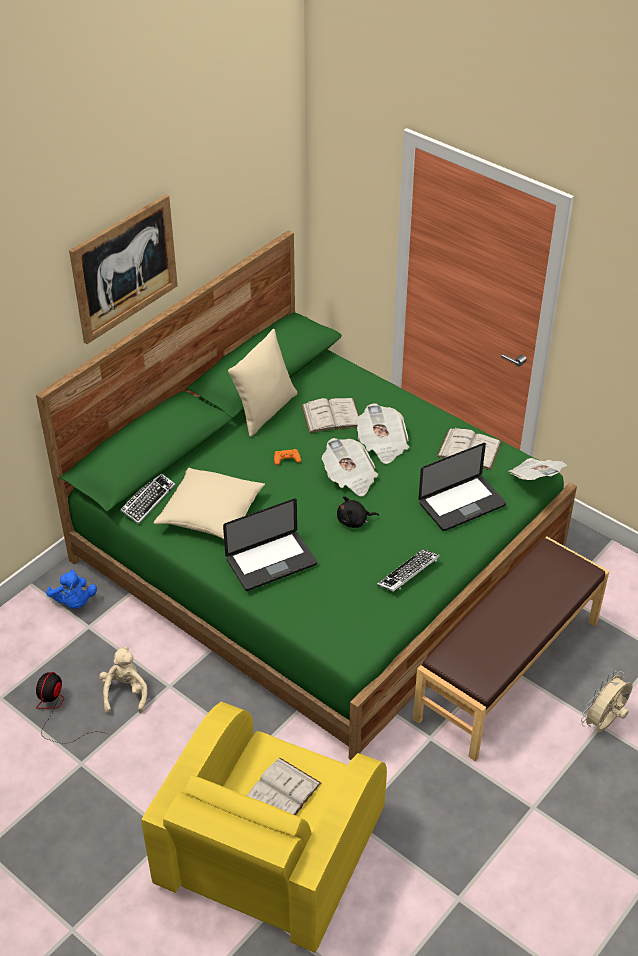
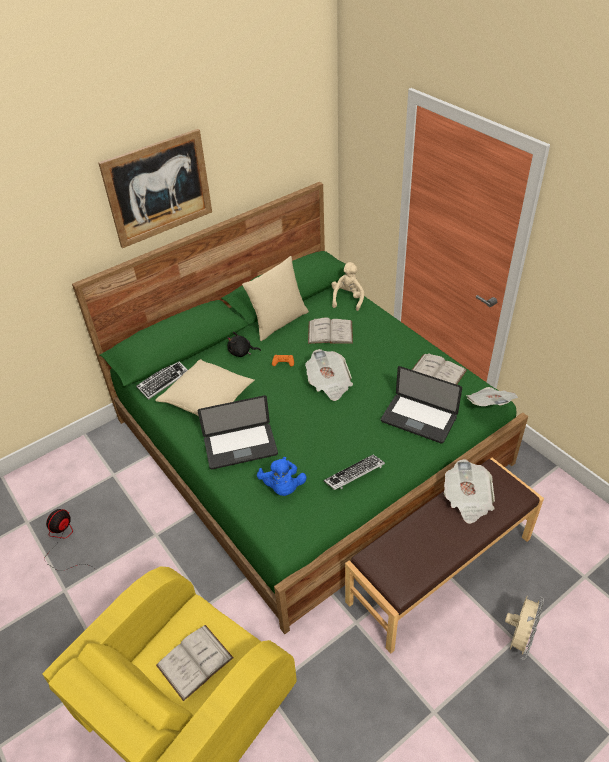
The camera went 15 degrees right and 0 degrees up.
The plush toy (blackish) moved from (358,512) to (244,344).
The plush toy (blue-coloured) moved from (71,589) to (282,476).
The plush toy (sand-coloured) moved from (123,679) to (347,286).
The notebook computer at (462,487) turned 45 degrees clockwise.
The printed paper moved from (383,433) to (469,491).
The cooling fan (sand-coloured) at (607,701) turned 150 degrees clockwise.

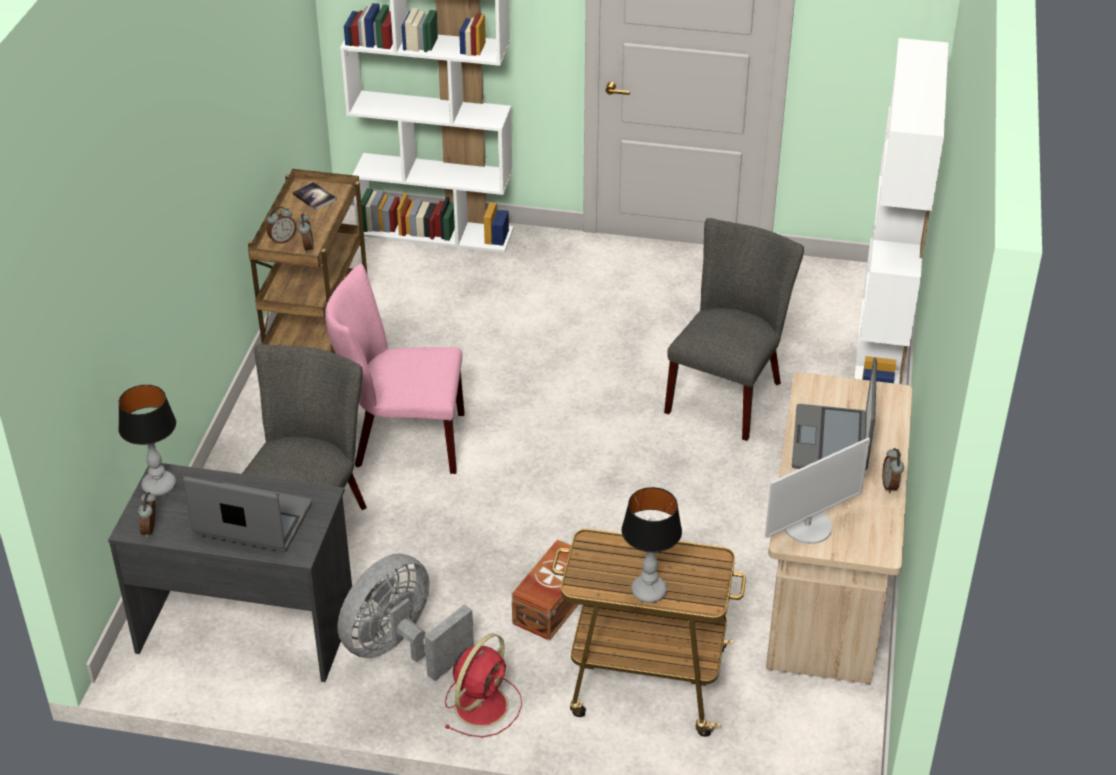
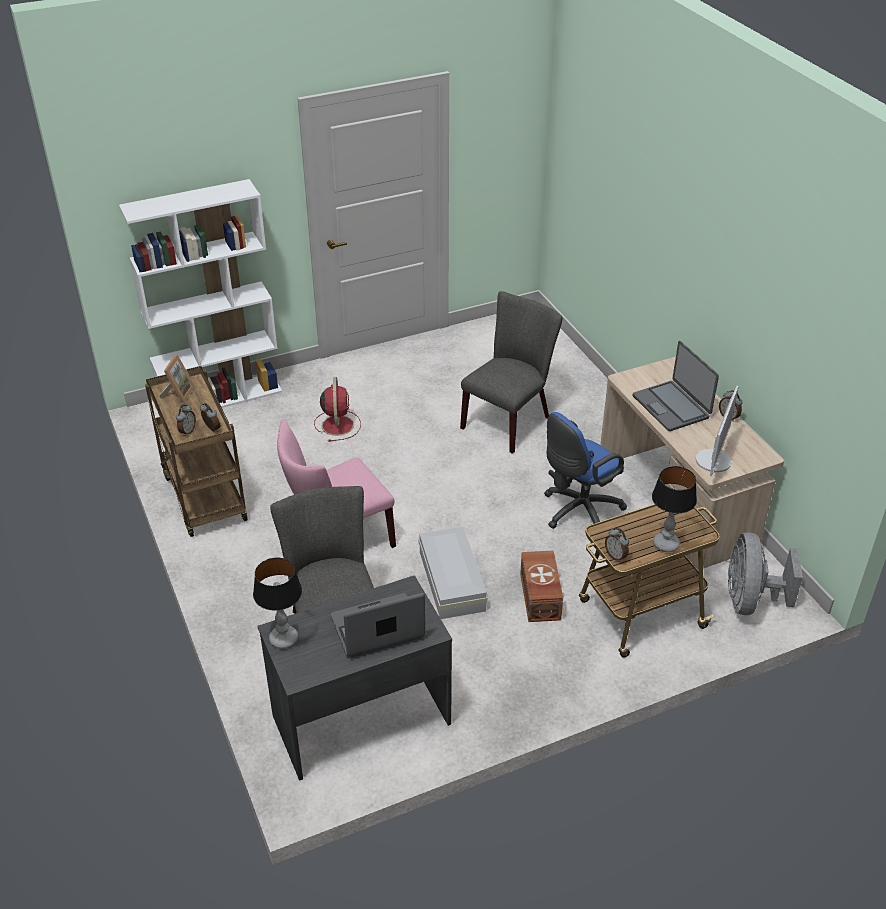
The camera went 35 degrees left and 0 degrees up.
The bound book at (314,196) was replaced by the picture frame at (177,378).
The cooling fan (red) moved from (483,685) to (337,409).
The storage bin (white) at (453,573) appeared.
The plain chair (gray) at (734,329) turned 45 degrees clockwise.
The desk chair (blue-coloured) at (585,470) appeared.
The table clock moved from (147,515) to (617,545).
The cooling fan (gray) moved from (406,617) to (765,573).
The bookshelf (white) at (901,211) disappeared.

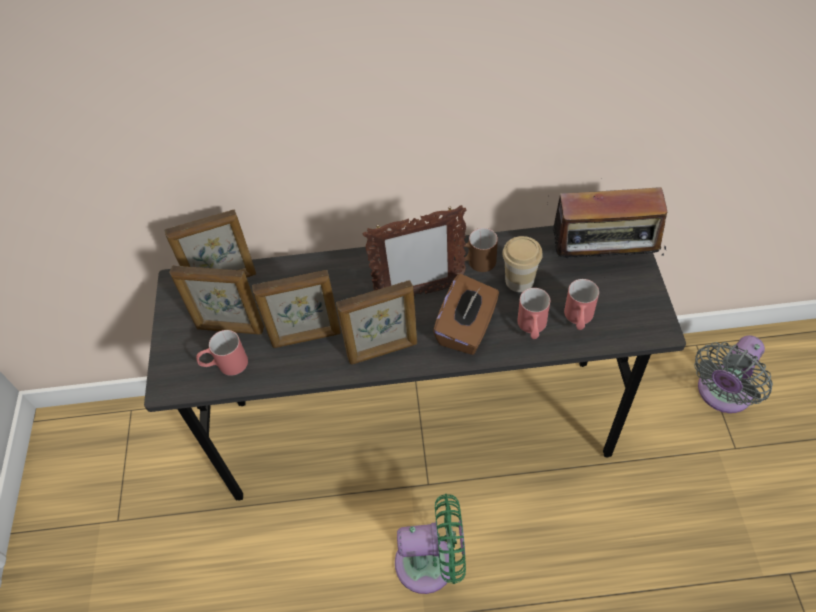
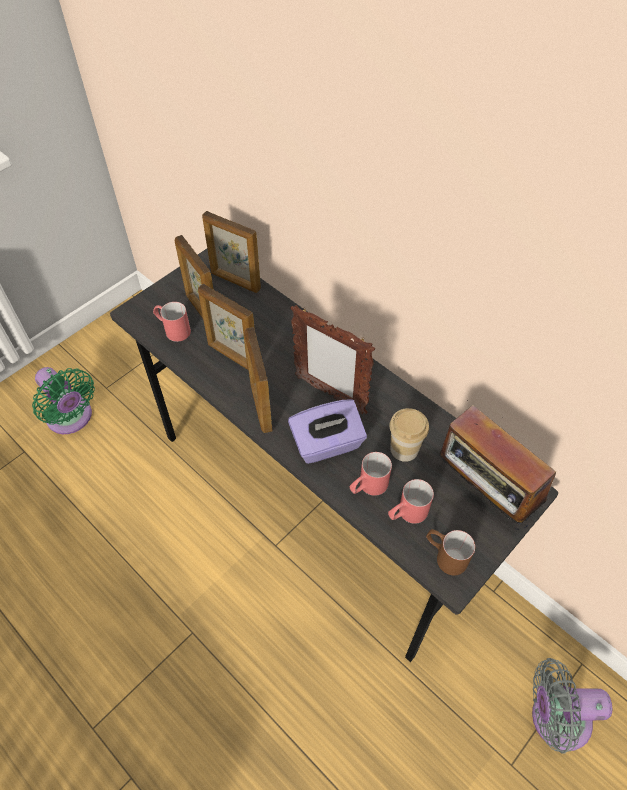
The camera went 45 degrees right and 0 degrees up.
The cooling fan (green-coloured) moved from (430,544) to (63,400).
The picture frame at (376,322) turned 45 degrees clockwise.
The tissue holder (brown) at (466,314) became the tissue holder (purple-coloured) at (327,431).
The coffee mug (brown) moved from (476,250) to (450,552).

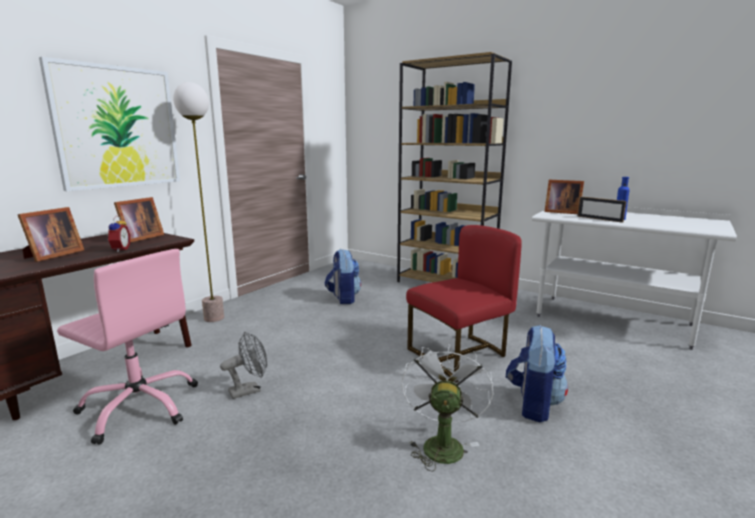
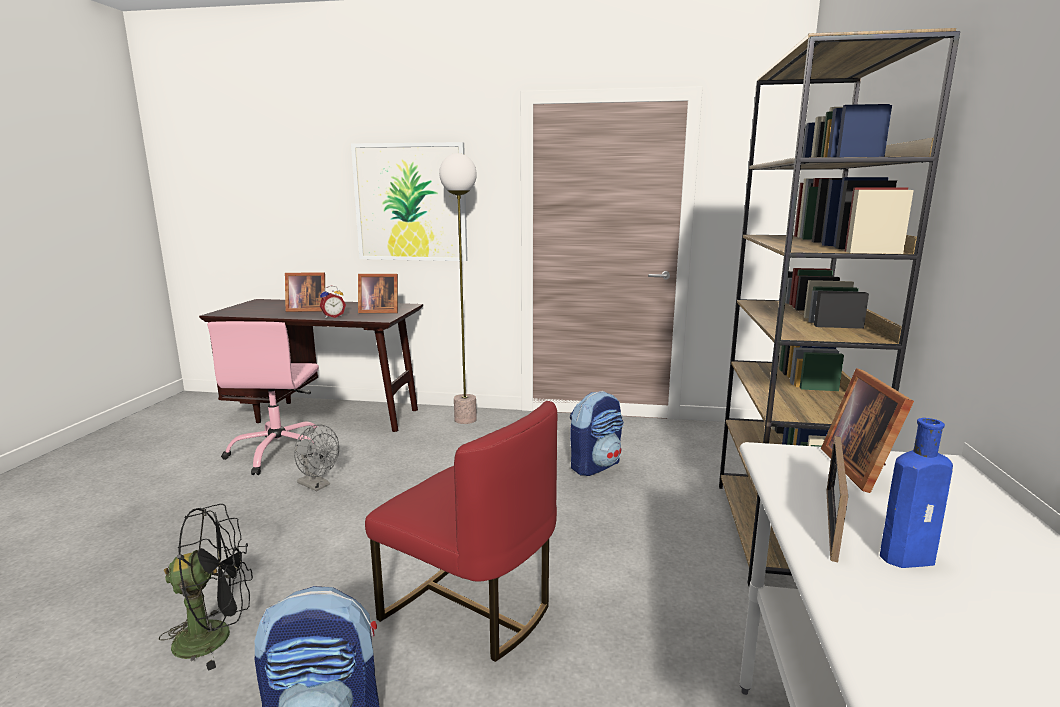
The camera went 65 degrees right and 0 degrees up.
The cooling fan (white) at (448,407) became the cooling fan (blackish) at (206,587).

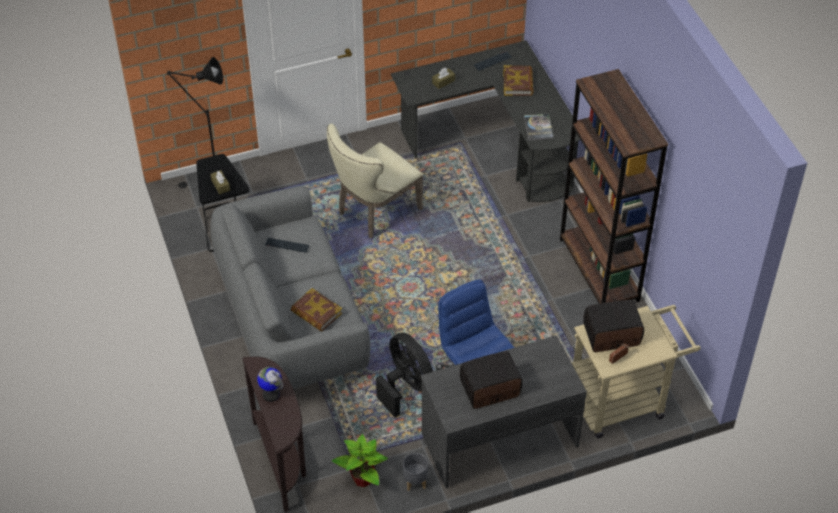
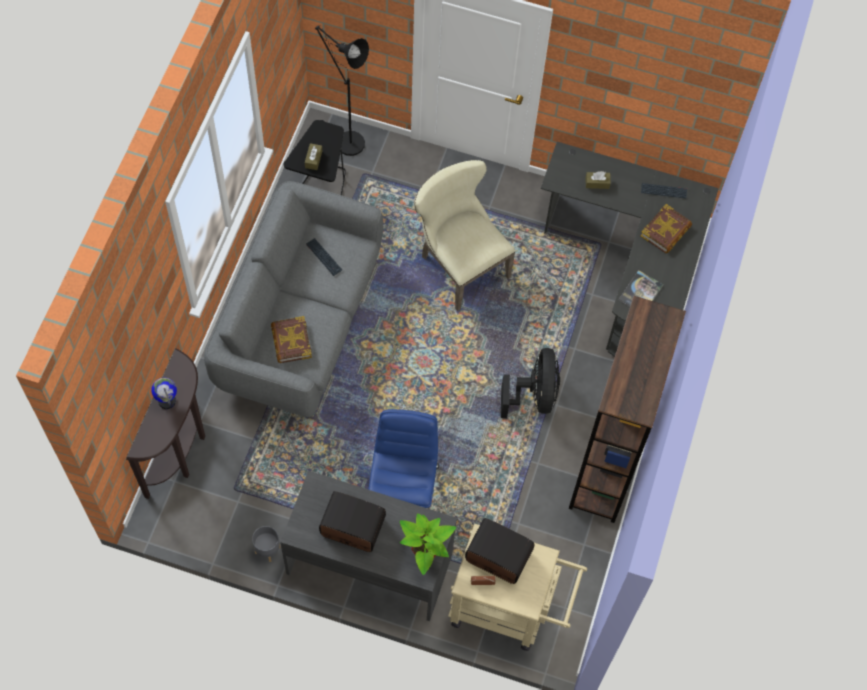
The camera went 35 degrees right and 15 degrees up.
The plant in a pot moved from (360,460) to (428,544).
The plain chair (sand-coloured) at (375,181) turned 60 degrees clockwise.
The cooling fan (blackish) moved from (404,375) to (530,383).

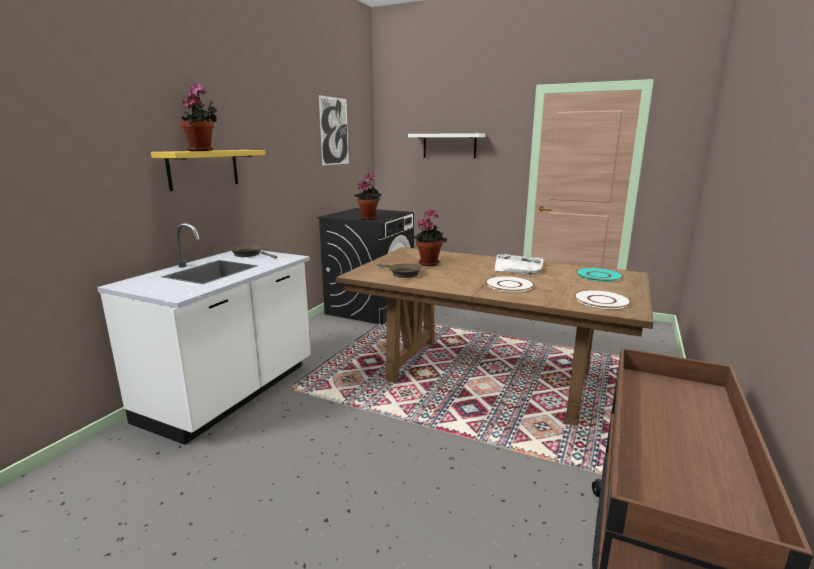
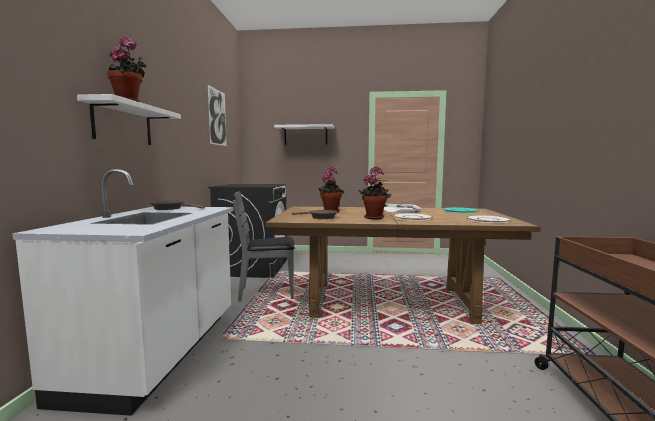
The camera went 20 degrees left and 10 degrees down.
The bracket shelf (yellow-coloured) at (208,170) became the bracket shelf (white) at (129,119).
The plain chair (gray) at (264,246) appeared.
The plant in a pot moved from (367,196) to (374,192).

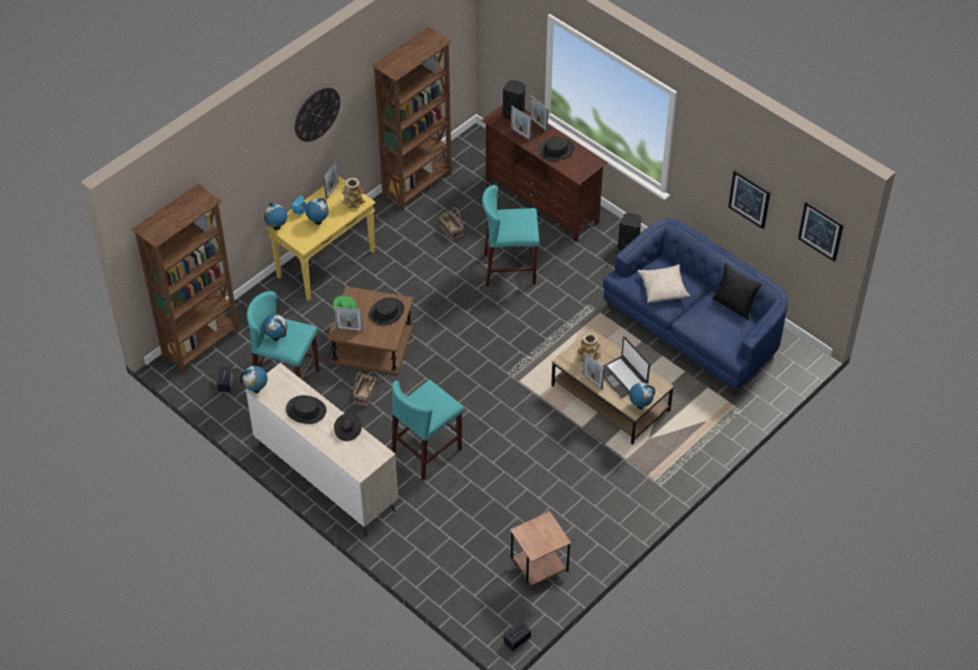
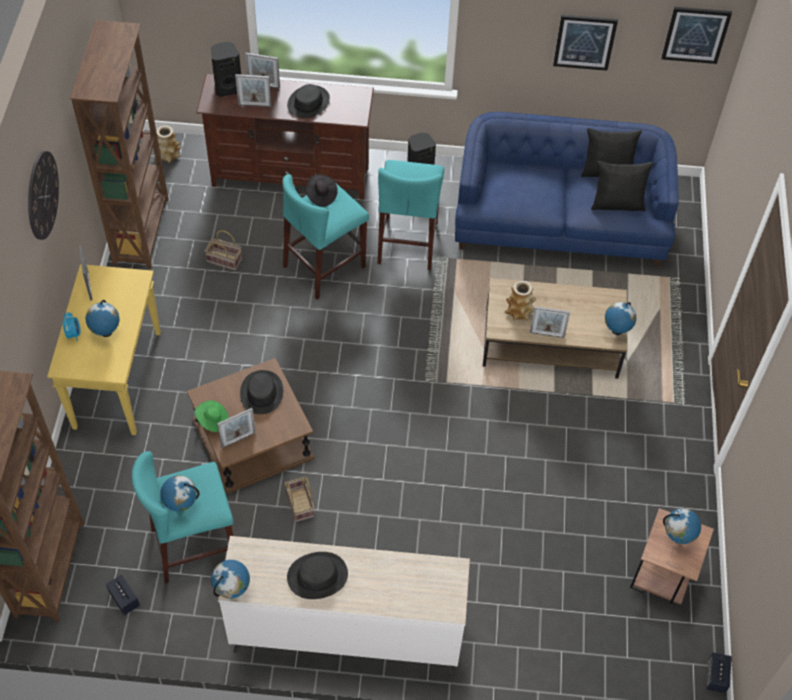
The camera went 40 degrees left and 5 degrees up.
The vase moved from (353,193) to (168,144).
The clothing hat (blackish) moved from (348,427) to (322,190).
The sitting stool (turquoise) moved from (428,430) to (411,215).
The throw pillow (blackish) at (622,186) appeared.
The globe moved from (275,216) to (682,526).
The notebook computer at (626,367) disappeared.
The throw pillow (sand-coloured) at (663,283) disappeared.

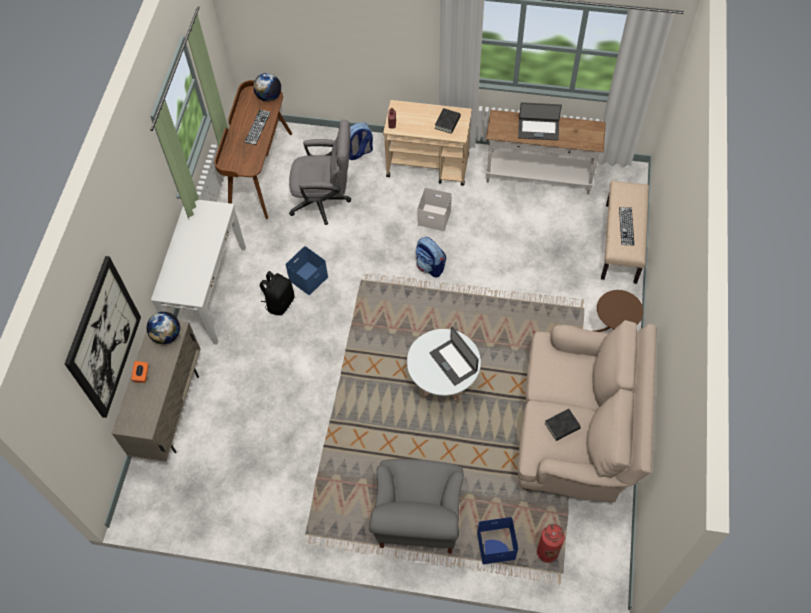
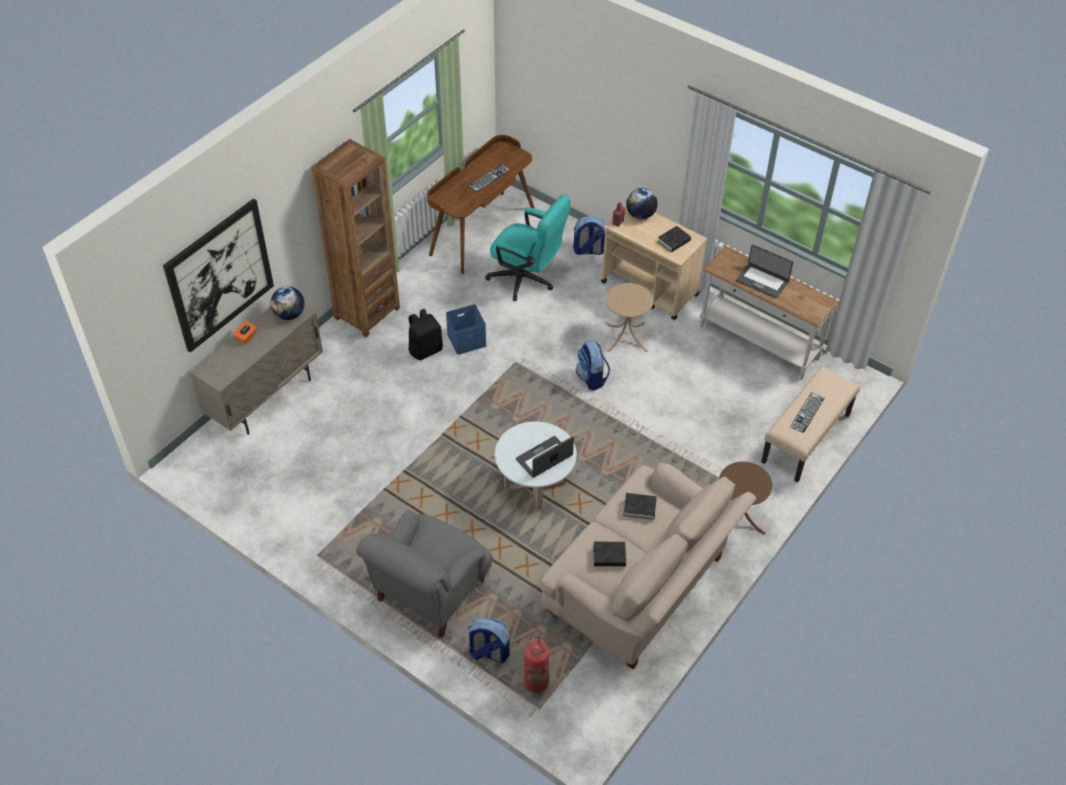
The camera went 25 degrees right and 10 degrees down.
The narrow table (white) at (198,272) was replaced by the bookshelf (brown) at (355,238).
The storage bin (blue-coloured) at (497,540) was replaced by the rucksack at (489,640).
The desk chair (gray) at (320,172) became the desk chair (turquoise) at (527,247).
The notebook computer at (454,356) turned 60 degrees clockwise.
The storage bin (white) at (435,209) was replaced by the accent table (sand-coloured) at (629,317).
The bound book (blackish) at (640,506) appeared.
The globe moved from (267,87) to (642,203).

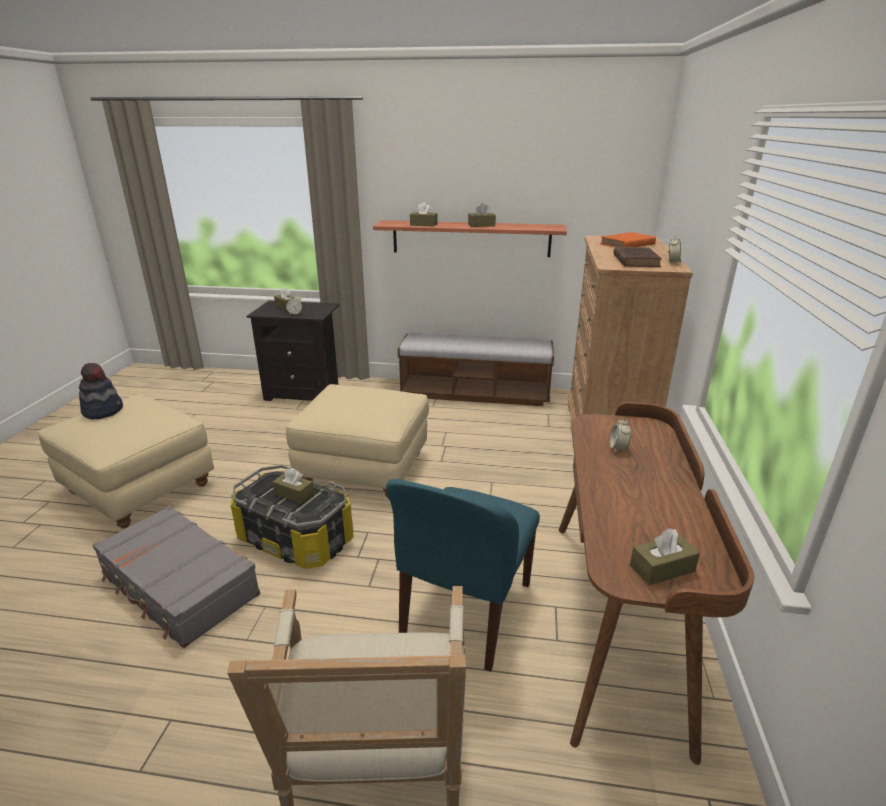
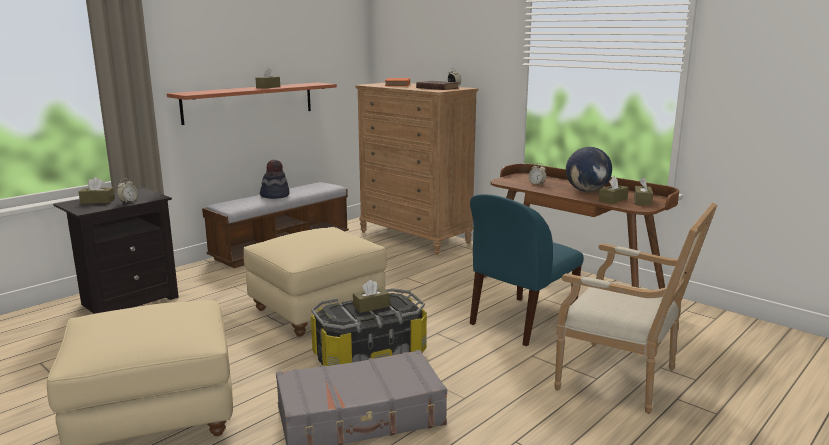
The camera went 55 degrees left and 10 degrees down.
The clothing hat moved from (101,391) to (275,179).
The plain chair (blue-coloured) at (463,575) turned 75 degrees clockwise.
The globe at (589,169) appeared.
The tissue holder (brown) moved from (423,214) to (614,190).

